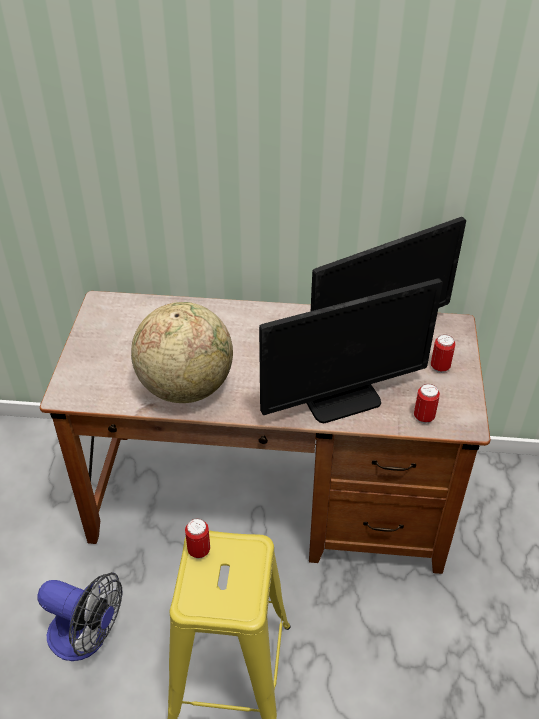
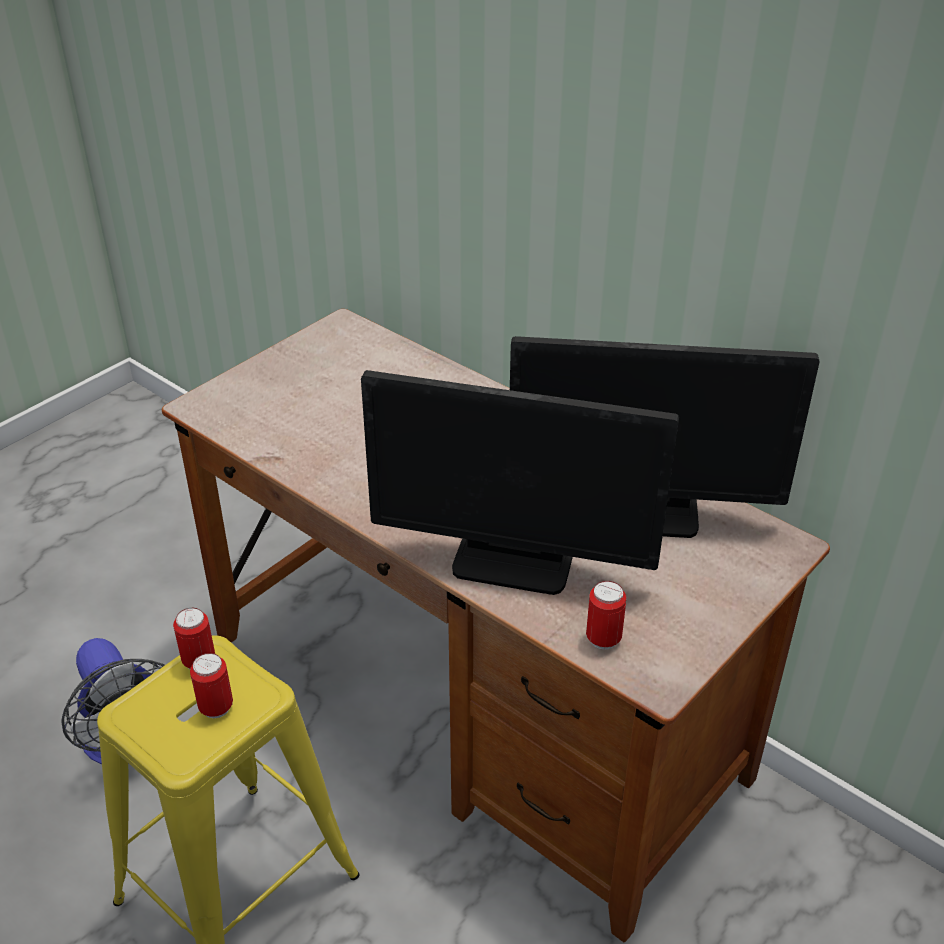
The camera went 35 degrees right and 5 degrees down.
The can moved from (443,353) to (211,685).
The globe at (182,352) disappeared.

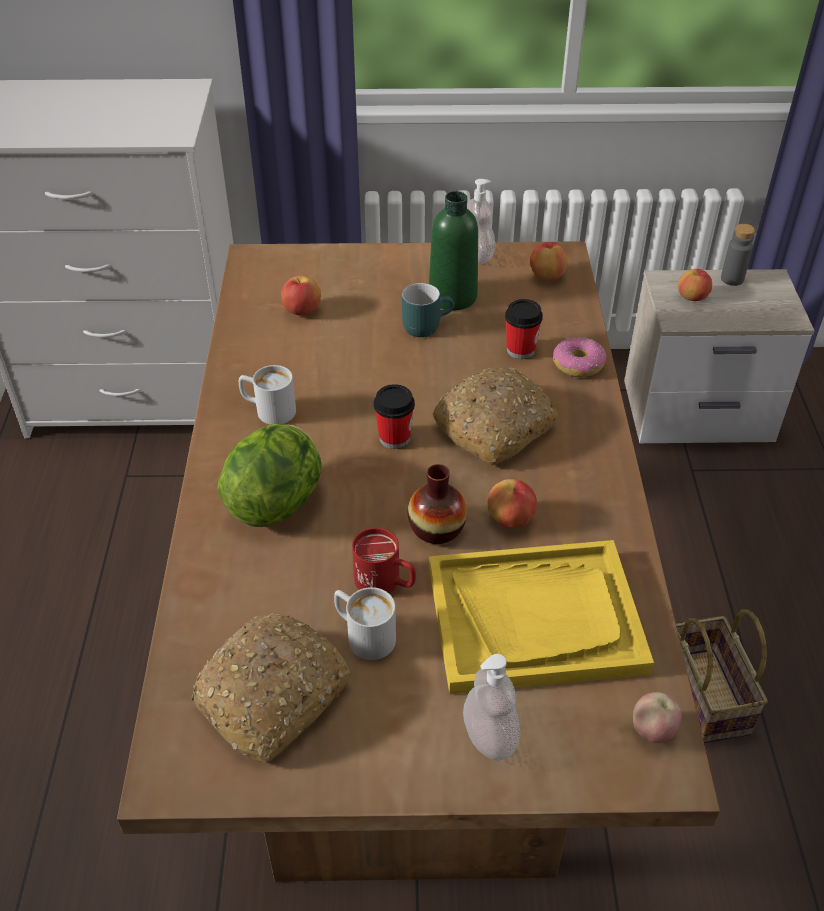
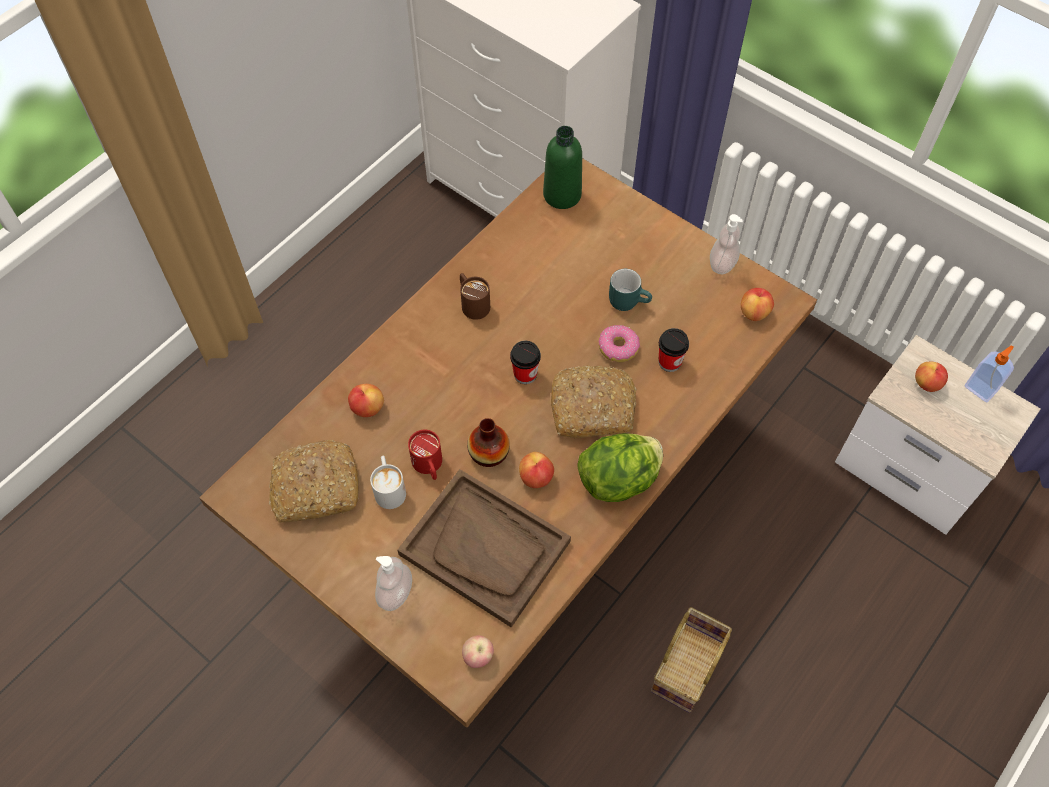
The camera went 40 degrees right and 15 degrees up.
The whole apple moved from (301,295) to (366,400).
The serving tray (yellow-coloured) at (541,617) became the serving tray (brown) at (484,548).
The coffee mug (white) at (267,395) became the coffee mug (brown) at (475,296).
The drink bottle (green-coloured) moved from (453,250) to (562,167).
The head of lettuce moved from (269,475) to (620,467).
The donut moved from (580,357) to (619,343).
The drink bottle (gray) at (738,255) was replaced by the soap bottle at (989,374).

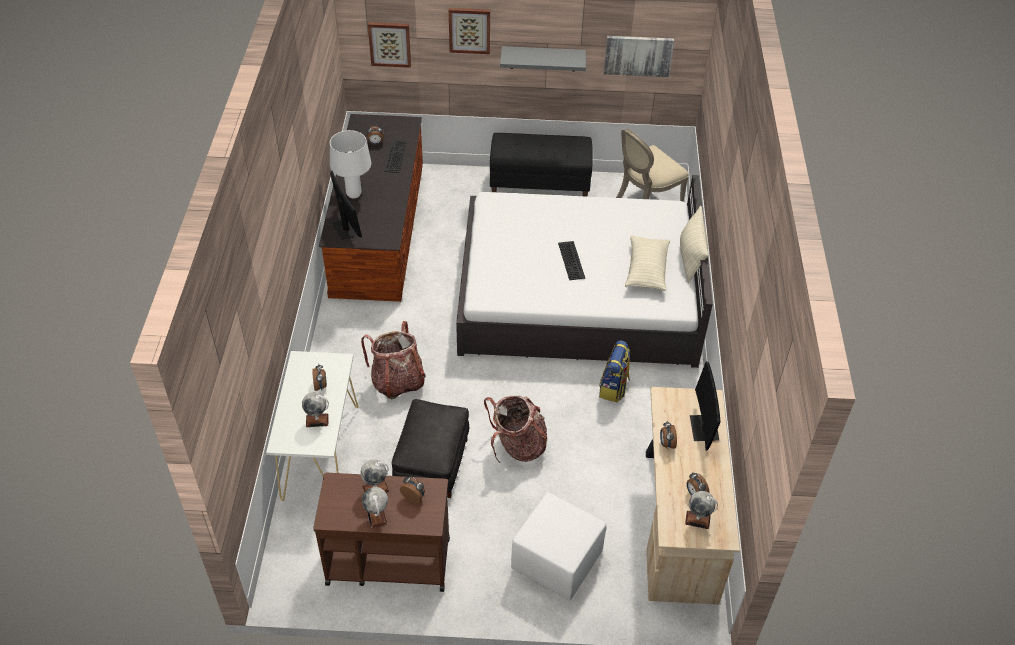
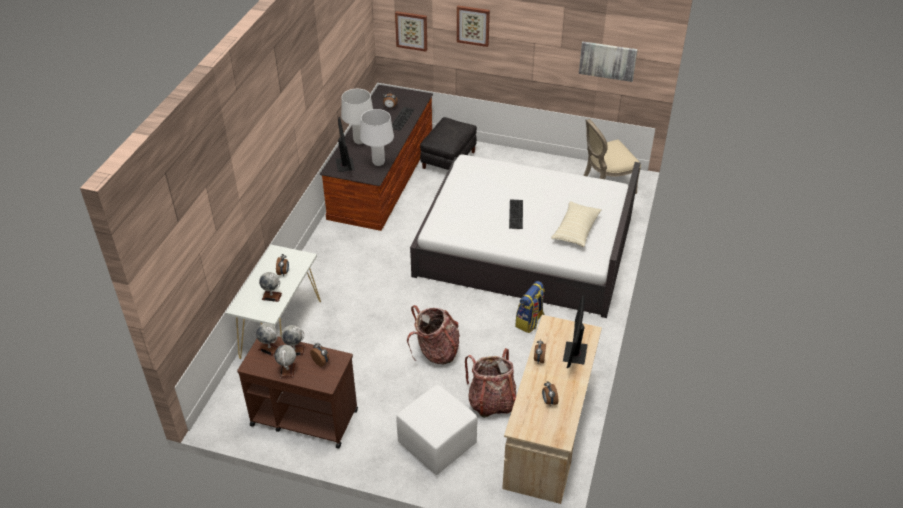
The camera went 15 degrees right and 5 degrees down.
The globe moved from (701,510) to (267,340).
The table lamp (white) at (377,137) appeared.
The footrest (blackish) moved from (430,448) to (448,143).
The rucksack moved from (393,360) to (490,383).
The bench (blackish) at (541,165) disappeared.
The bracket shelf (gray) at (543,58) disappeared.
The throw pillow (sand-coloured) at (694,244) disappeared.

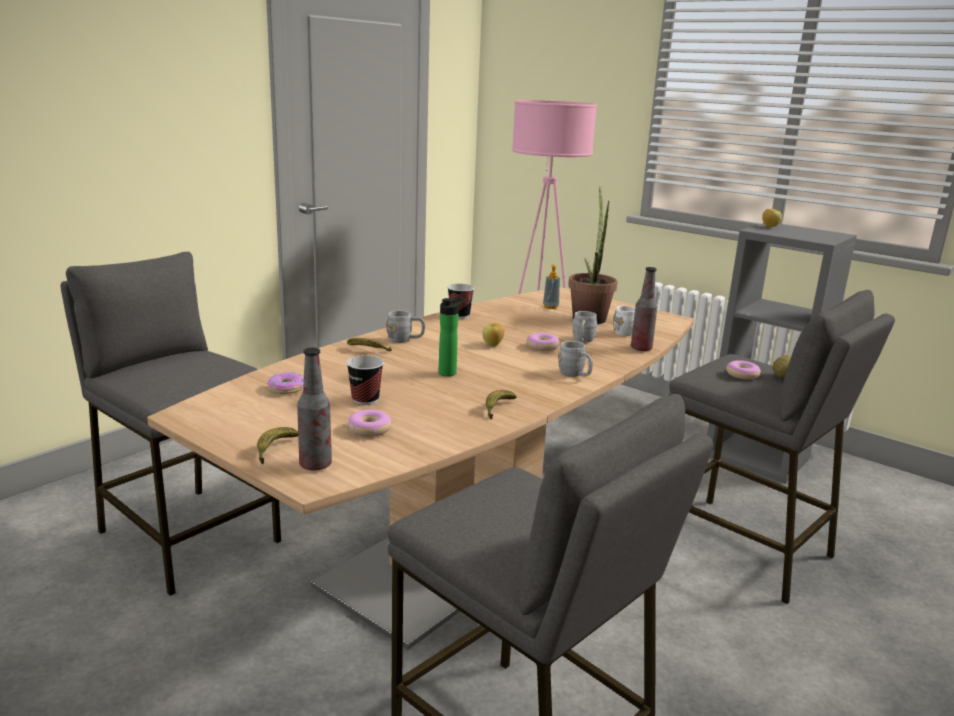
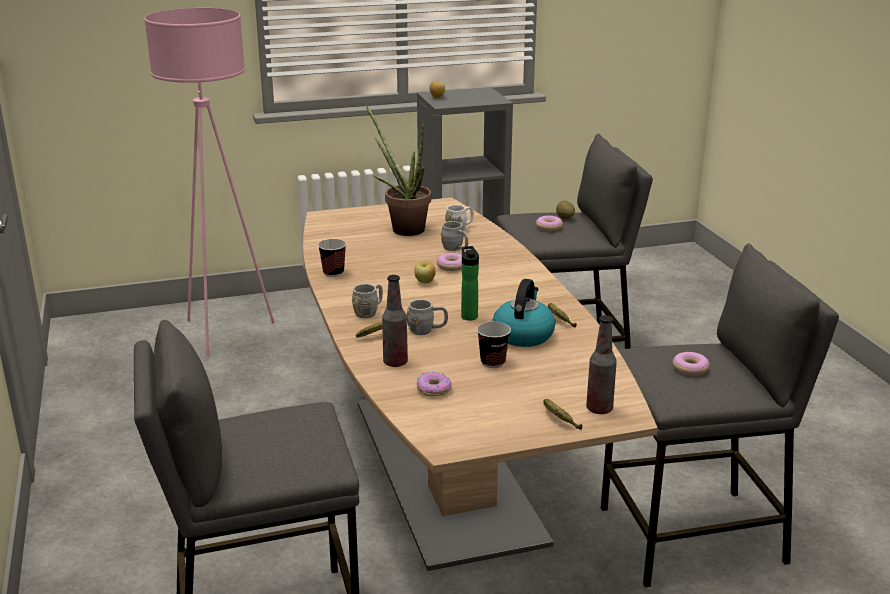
The camera went 55 degrees left and 5 degrees up.
The drink bottle moved from (644,309) to (395,321).
The coffee mug (gray) moved from (575,359) to (427,317).
The water kettle at (524,313) appeared.
The donut moved from (369,423) to (691,364).
The soap bottle at (551,286) disappeared.

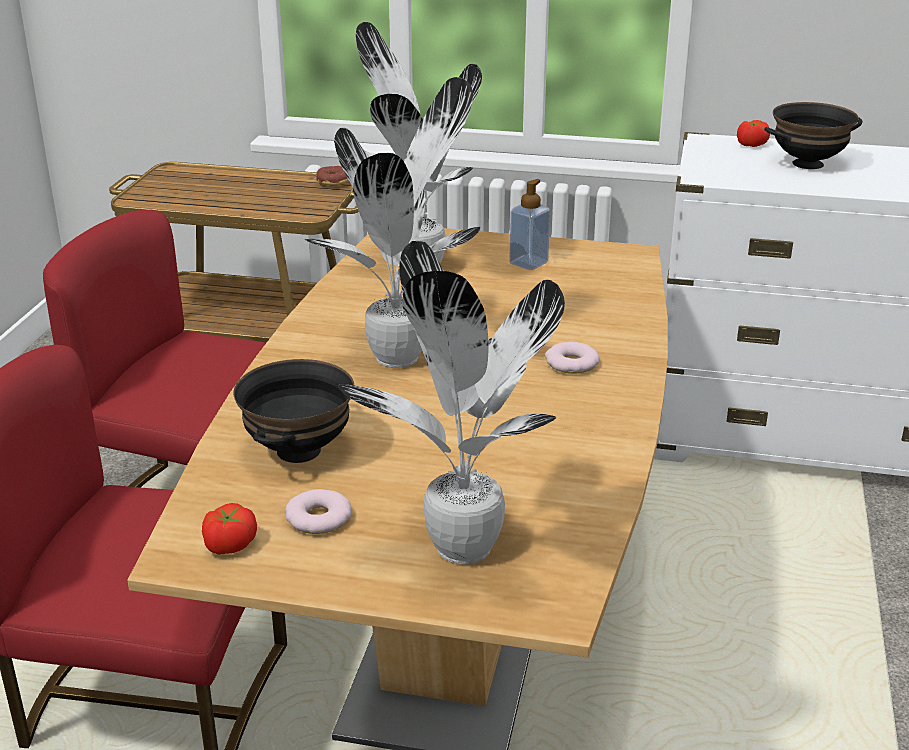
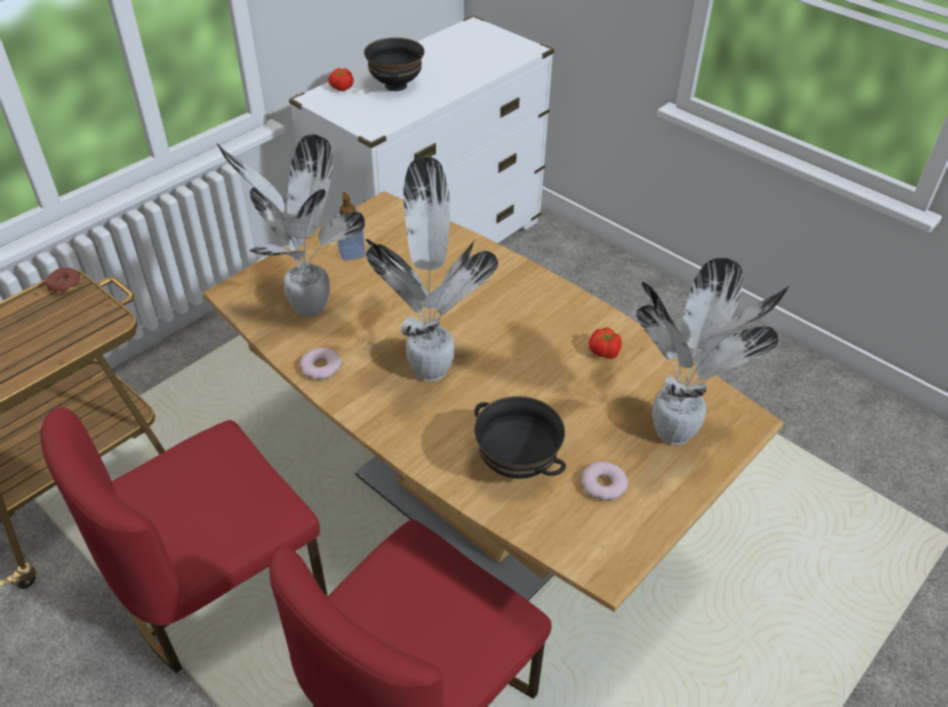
The camera went 60 degrees left and 15 degrees up.
The donut moved from (572,358) to (320,364).
The whole tomato moved from (229,529) to (605,343).

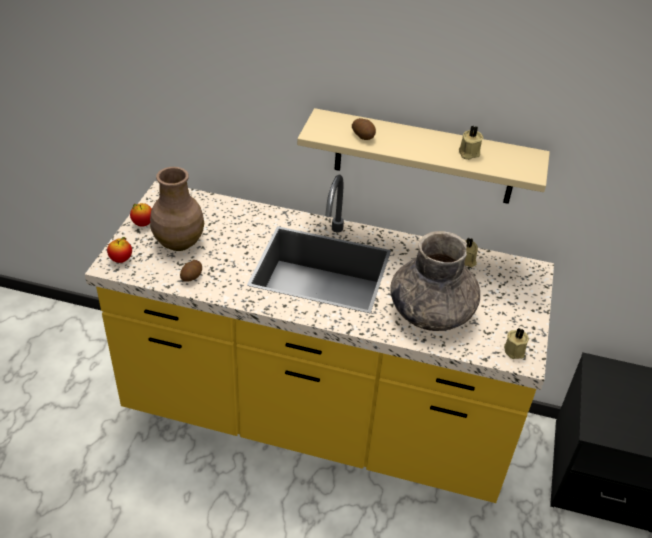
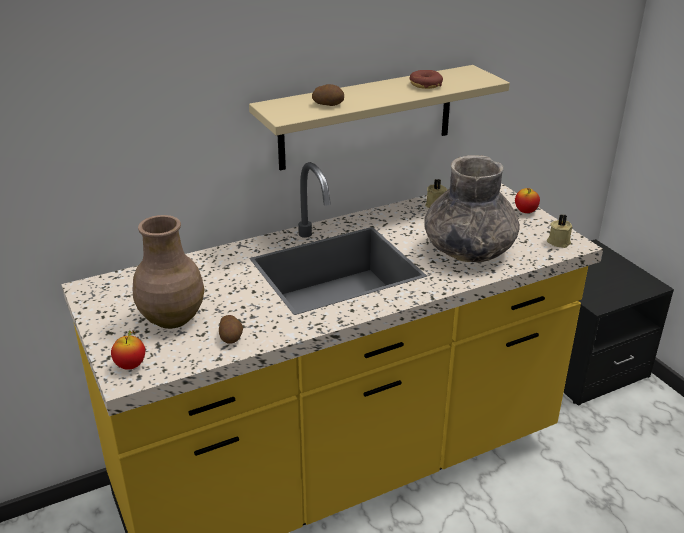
The camera went 40 degrees left and 10 degrees down.
The wax candle (sand-coloured) at (471,143) was replaced by the donut at (426,79).
The whole apple moved from (141,215) to (527,200).

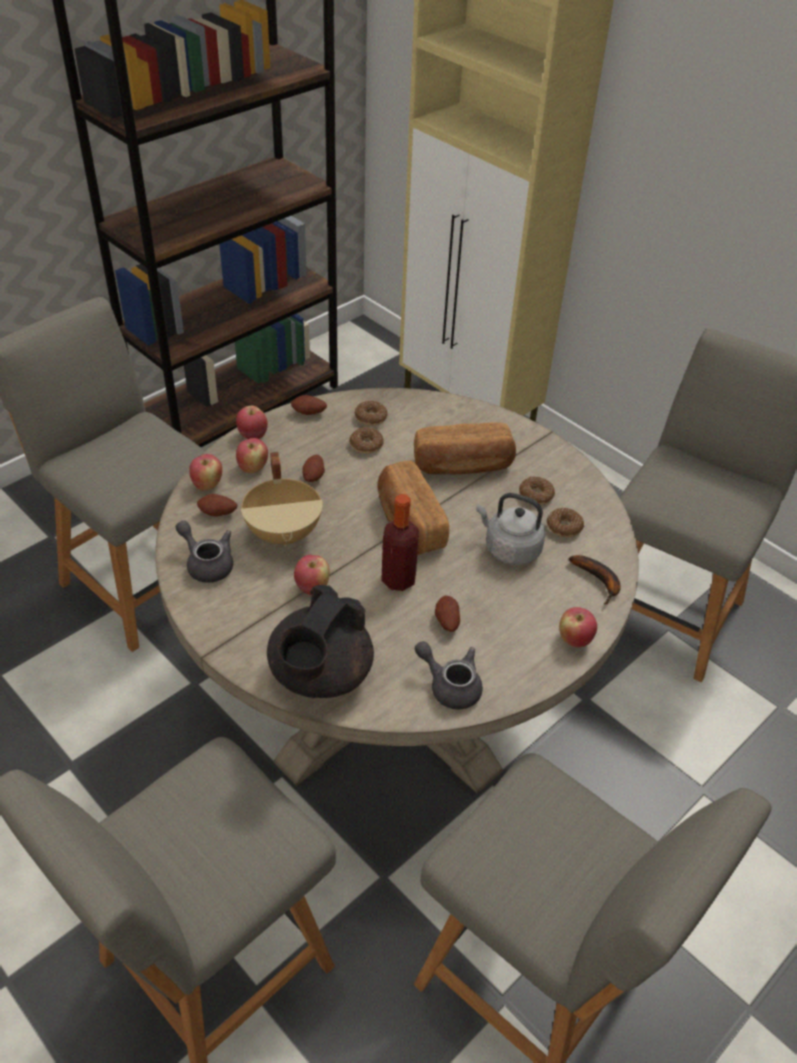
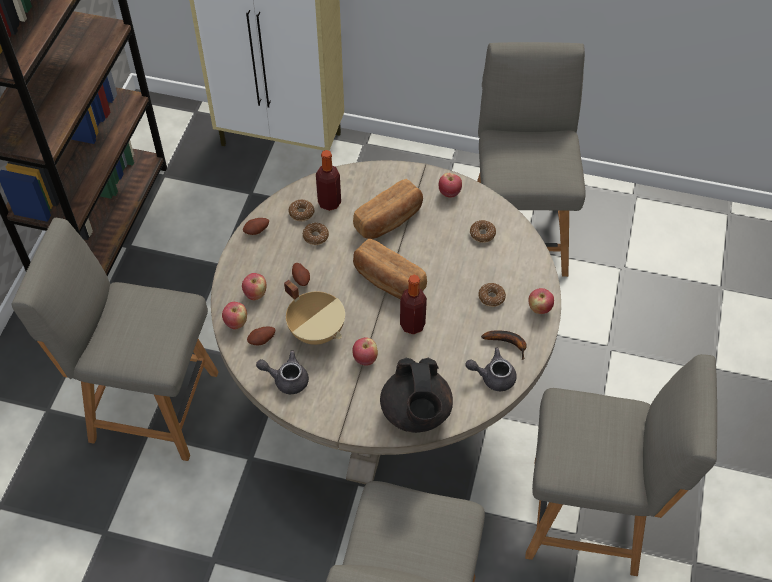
The camera went 30 degrees left and 10 degrees up.
The drink bottle at (328,180) appeared.
The whole apple moved from (252,422) to (450,185).
The donut moved from (537,490) to (492,295).
The whole banana moved from (595,579) to (504,345).
The spud at (447,613) disappeared.
The water kettle (gray) at (511,529) disappeared.

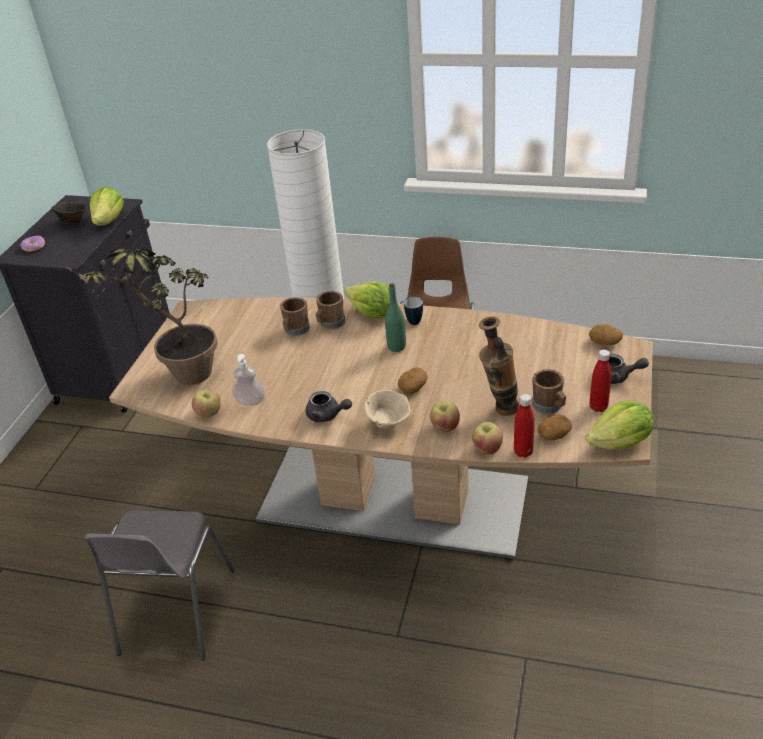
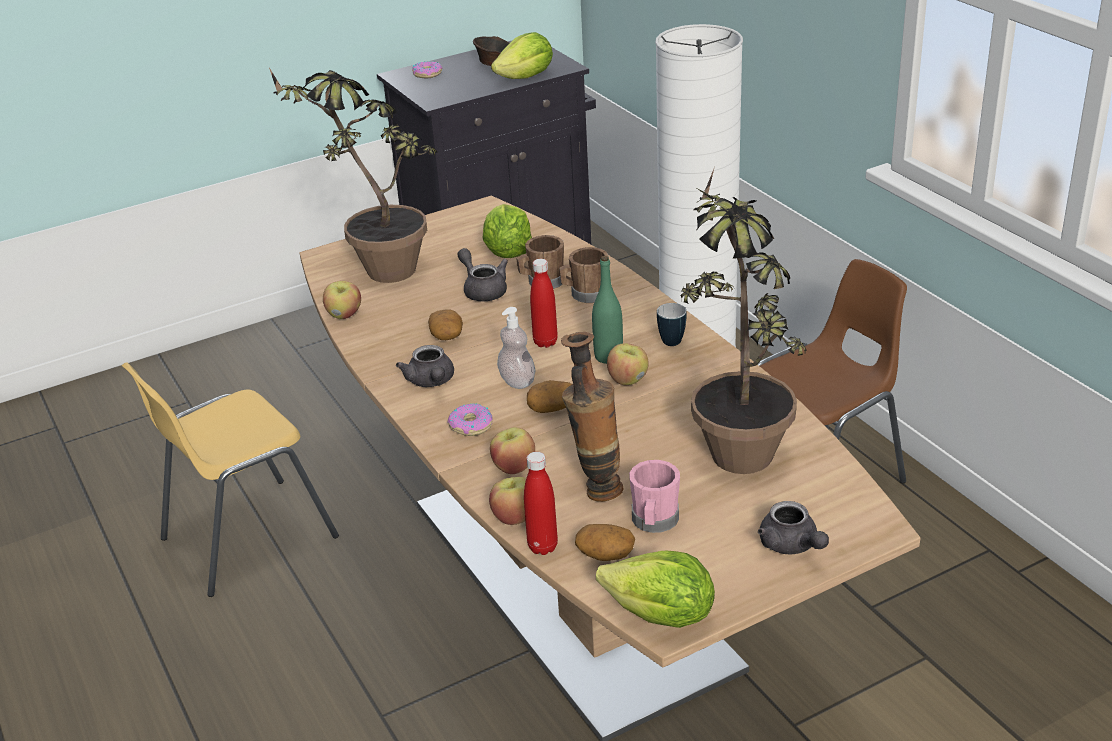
The camera went 45 degrees right and 5 degrees down.
The plain chair (gray) at (159,585) became the plain chair (yellow-coloured) at (230,479).
The spud moved from (606,334) to (445,324).
The deep dish (sand-coloured) at (387,409) was replaced by the donut at (470,419).
The tea pot (gray) at (483,275) appeared.
The head of lettuce moved from (367,300) to (507,231).
The soap bottle moved from (248,380) to (516,348).
The drink bottle (red) moved from (600,381) to (544,303).
The whole apple at (628,364) appeared.
The coffee mug (brown) at (549,391) became the coffee mug (pink-coloured) at (654,496).
The plant in a pot at (743,321) appeared.

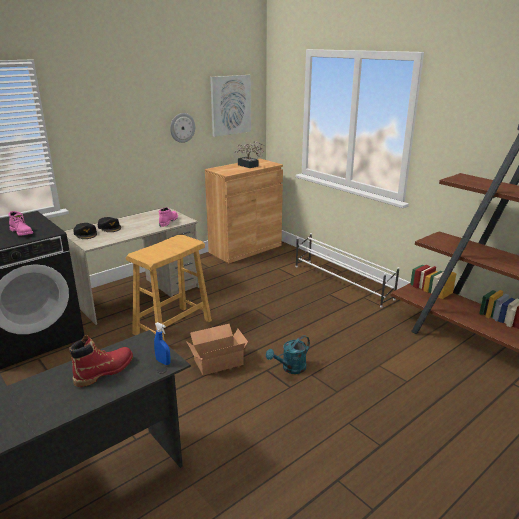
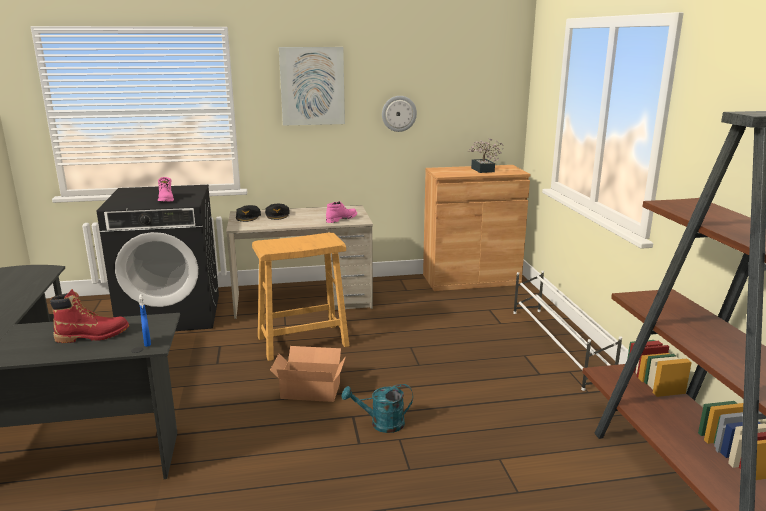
The camera went 30 degrees right and 5 degrees down.
The picture moved from (230,106) to (312,86).

